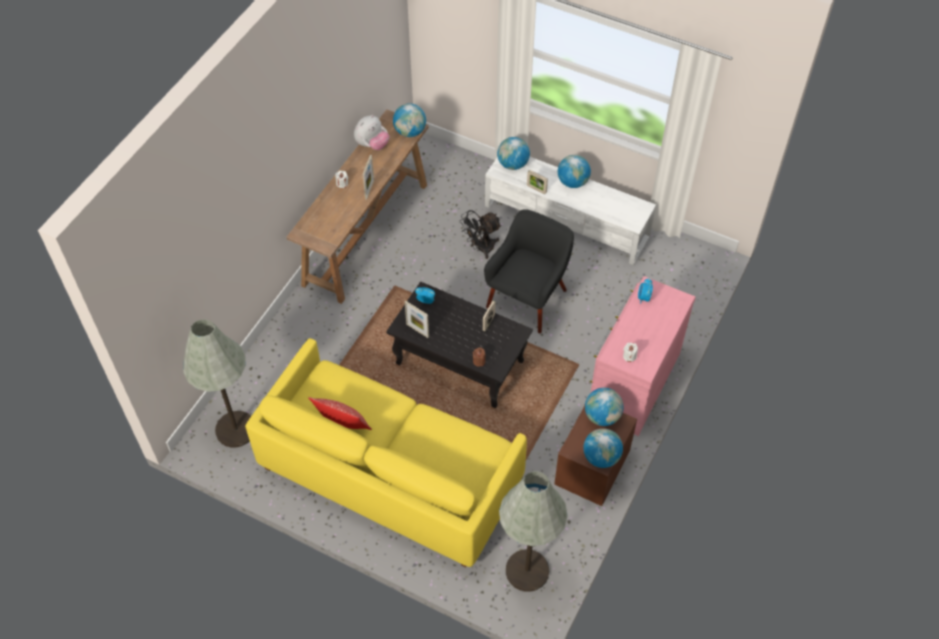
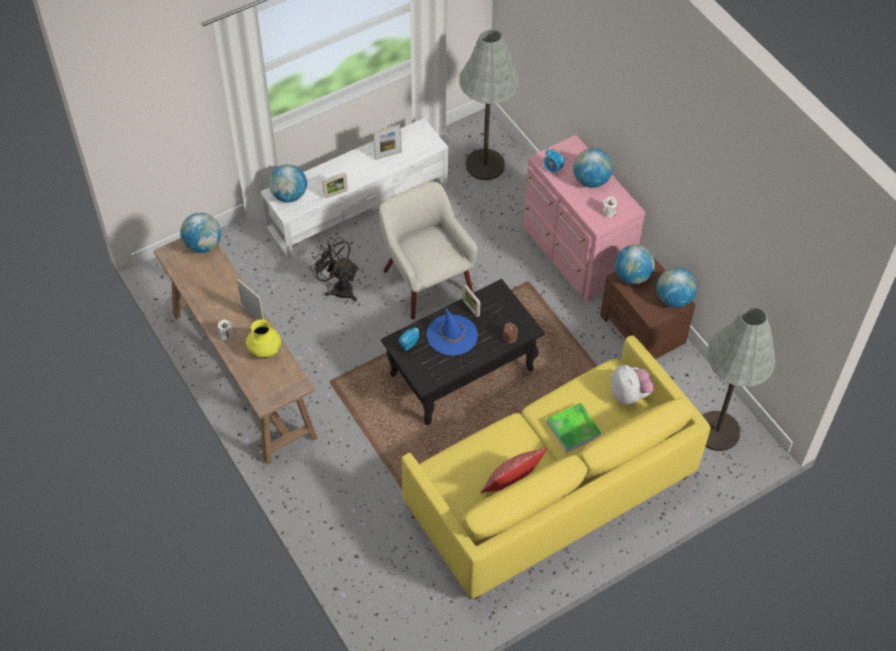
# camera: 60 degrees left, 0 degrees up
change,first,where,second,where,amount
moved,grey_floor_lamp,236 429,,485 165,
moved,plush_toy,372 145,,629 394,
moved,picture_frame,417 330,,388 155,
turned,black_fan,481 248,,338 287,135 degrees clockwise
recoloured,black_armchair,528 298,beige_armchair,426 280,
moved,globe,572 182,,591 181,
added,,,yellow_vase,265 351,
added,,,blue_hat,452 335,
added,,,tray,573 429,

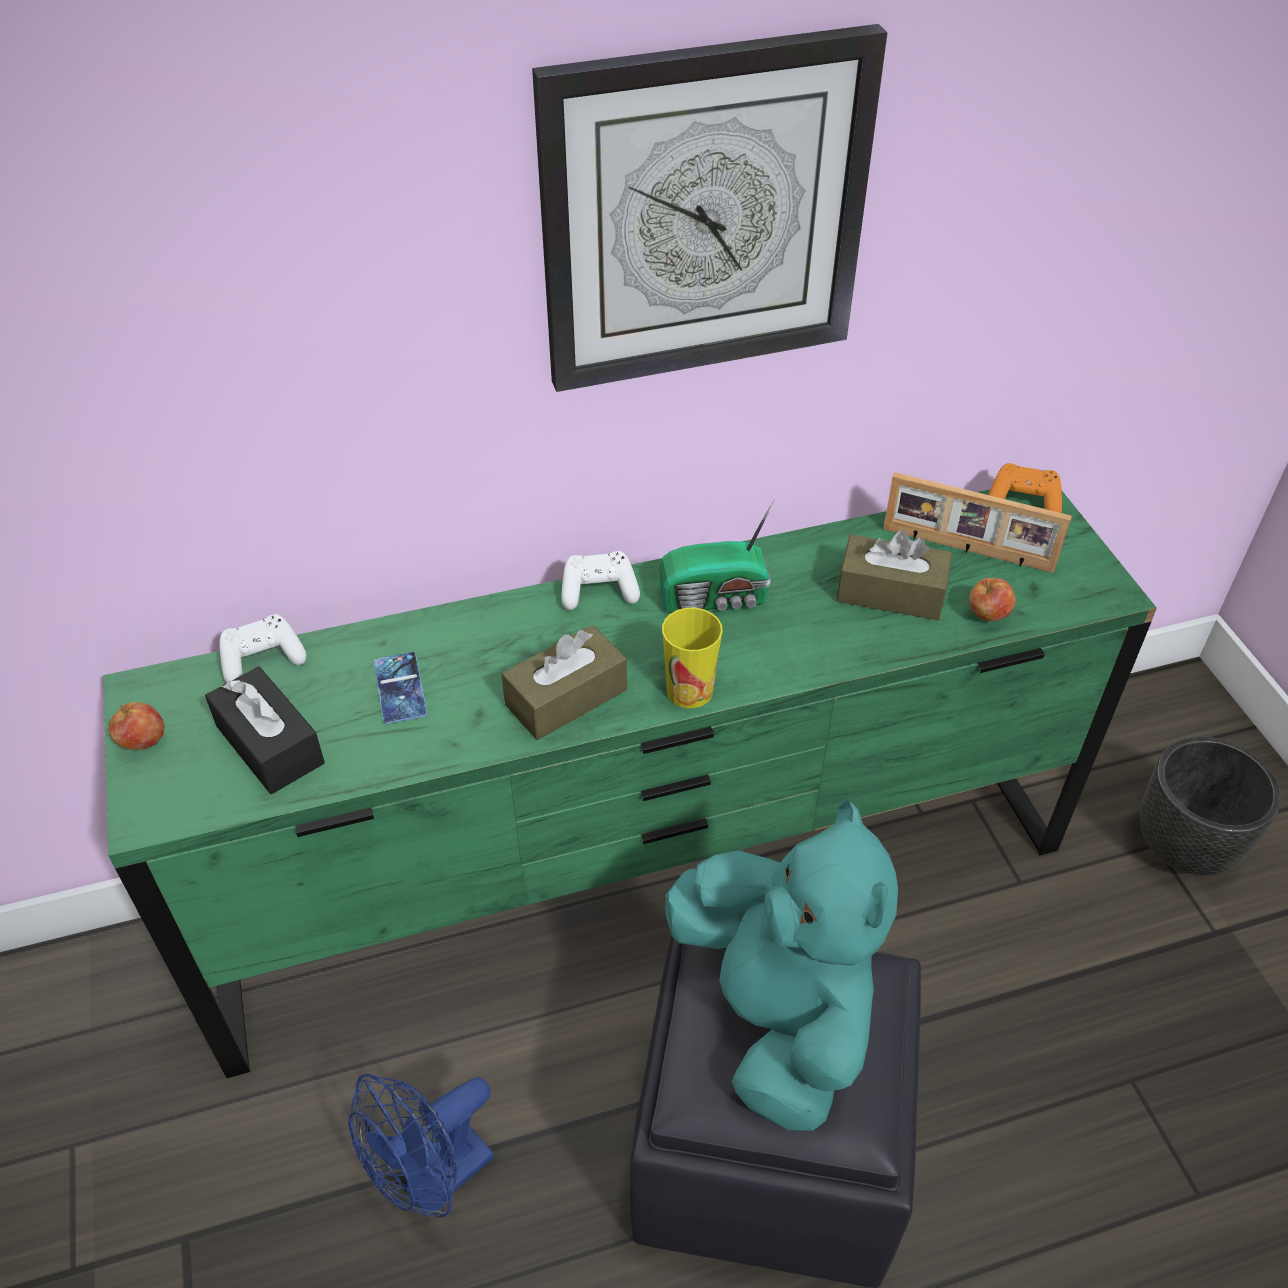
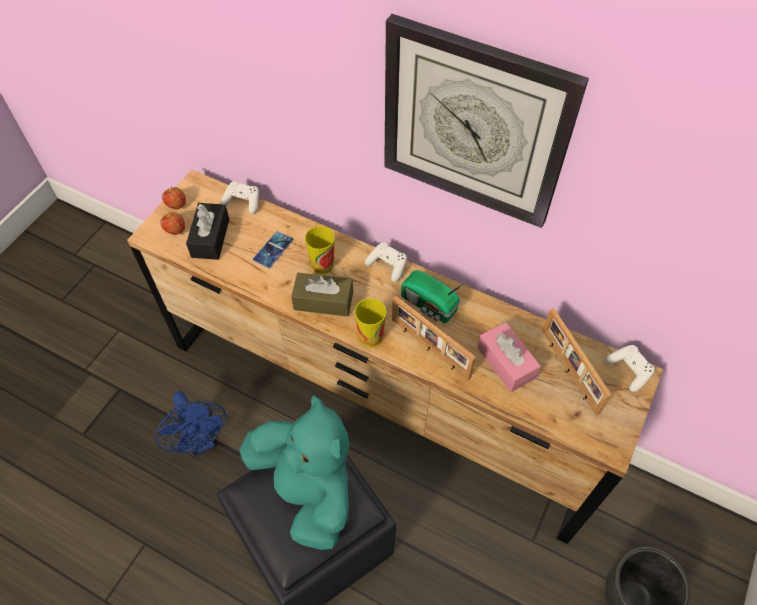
# camera: 45 degrees right, 10 degrees up
change,first,where,second,where,amount
recoloured,green_dresser,643 883,brown_dresser,378 401,
turned,blue_fan,434 1181,,200 441,120 degrees counterclockwise
turned,turquoise_plush_toy,775 1013,,307 490,60 degrees counterclockwise
recoloured,brown_tissue_box,890 593,pink_tissue_box,506 362,
moved,apple,987 616,,175 230,
recoloured,orange_game_controller,1023 502,white_game_controller,629 370,
added,,,cup,322 264,
added,,,picture_frame,429 348,

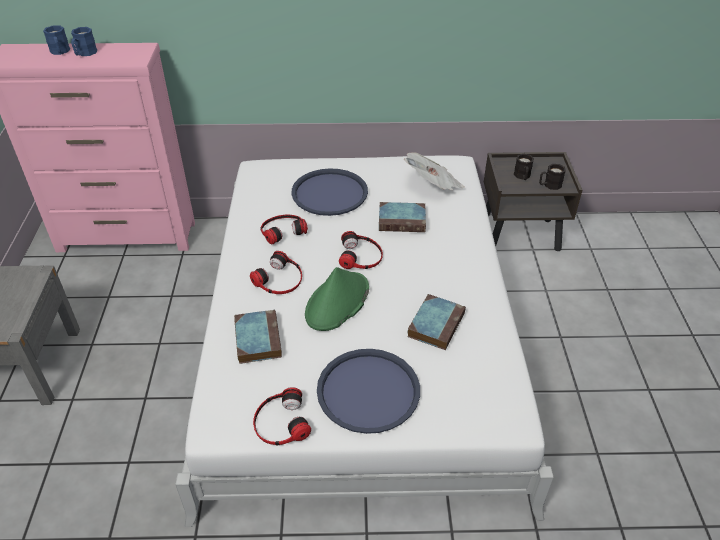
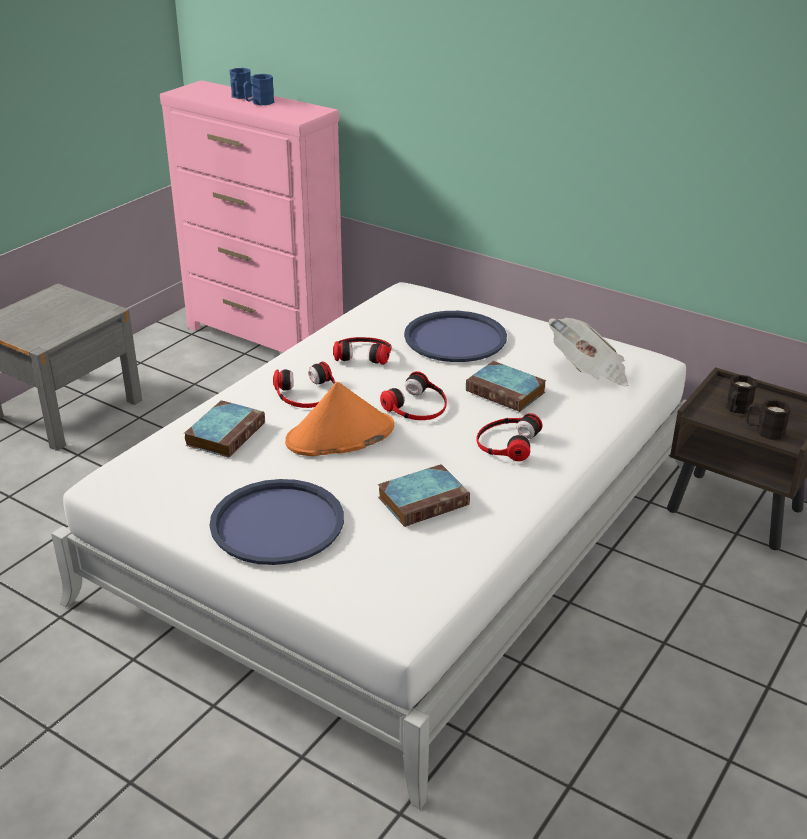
# camera: 35 degrees right, 10 degrees down
change,first,where,second,where,amount
moved,headphones,280 422,,506 442,
recoloured,green_hat,337 302,orange_hat,340 435,

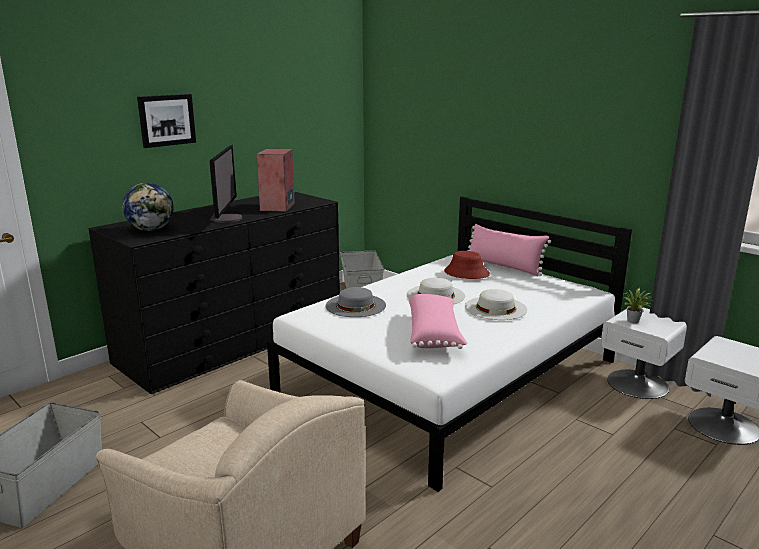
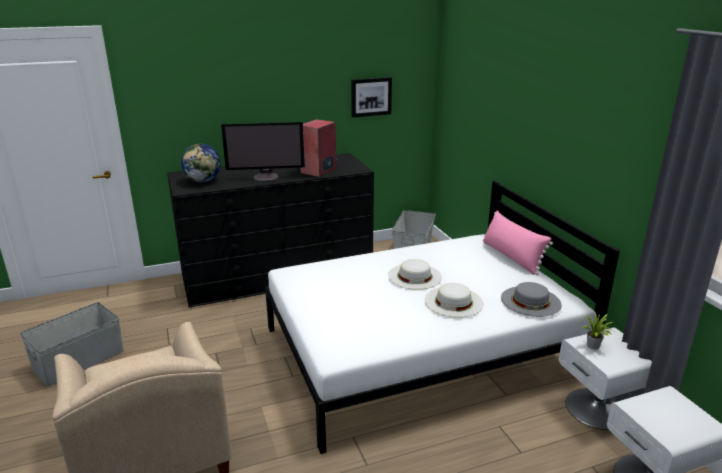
# camera: 25 degrees right, 5 degrees up
change,first,where,second,where,amount
moved,picture,166 120,,371 96,
turned,monitor,226 218,,266 177,60 degrees clockwise
moved,grey_hat,355 305,,530 301,
removed,pink_pillow,434 334,,,
removed,red_hat,466 273,,,

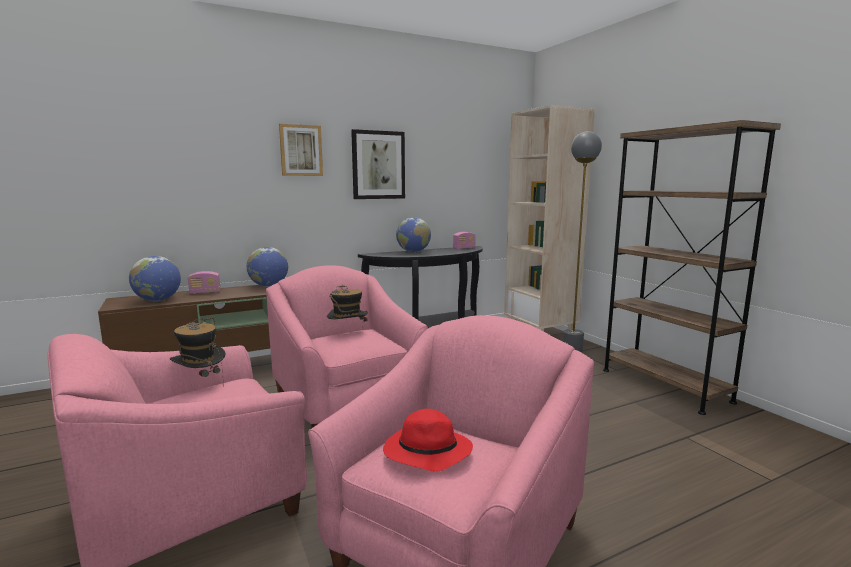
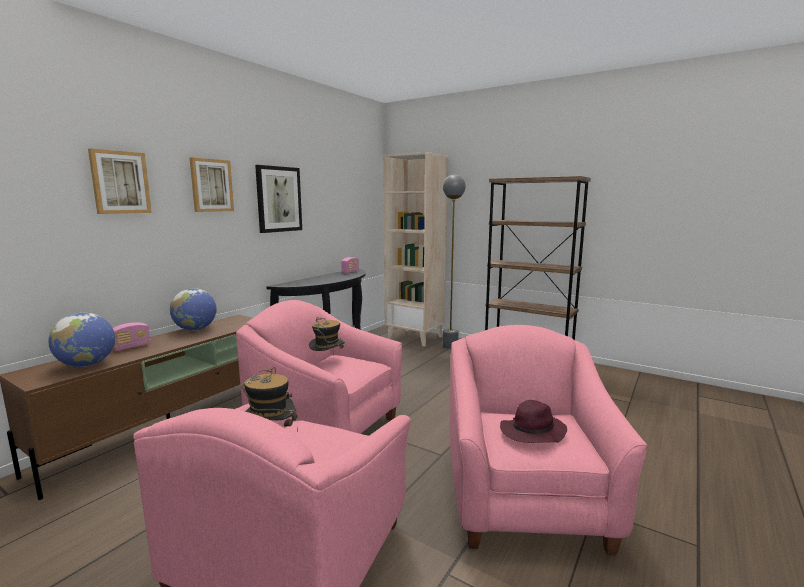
# camera: 30 degrees left, 0 degrees up
change,first,where,second,where,amount
recoloured,red_hat,426 453,purple_hat,532 433,
removed,globe,413 252,,,
added,,,picture,120 182,

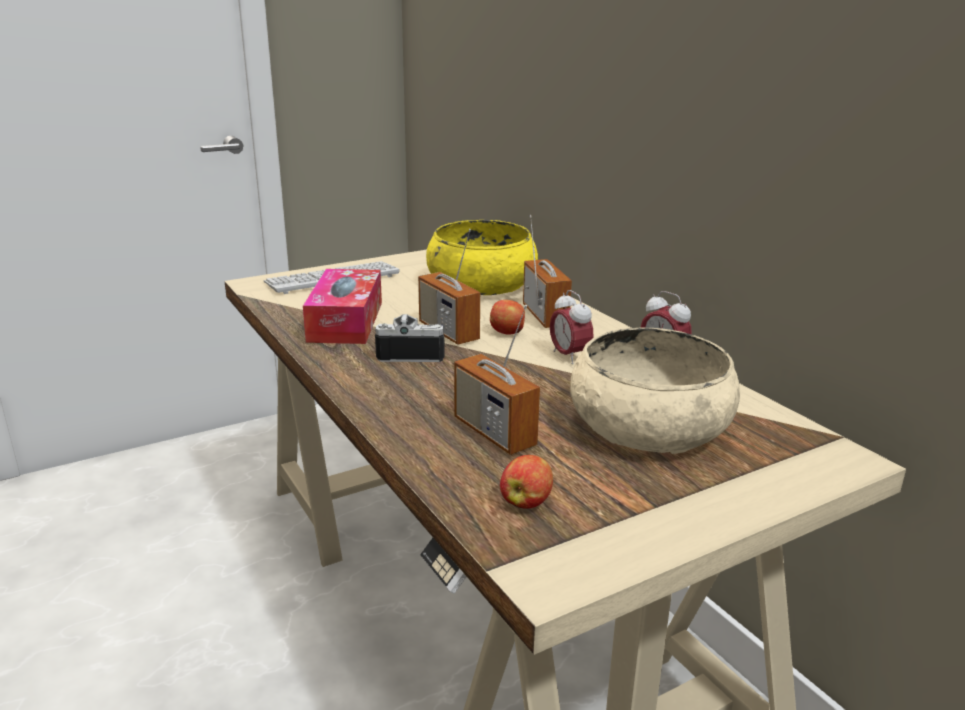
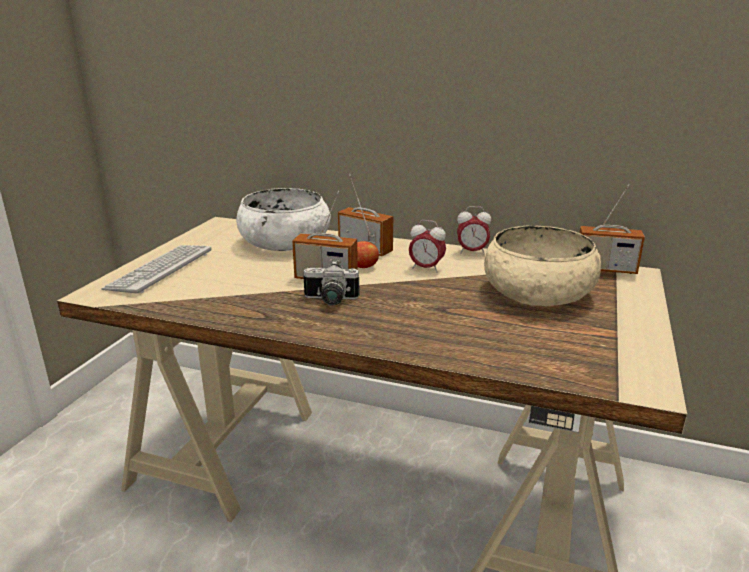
# camera: 40 degrees left, 0 degrees up
change,first,where,second,where,amount
removed,tissue_box,346 321,,,
turned,photo_camera,411 353,,330 301,135 degrees counterclockwise
recoloured,yellow_bowl,482 284,white_bowl,284 241,
moved,radio,494 432,,605 269,
removed,apple,526 502,,,

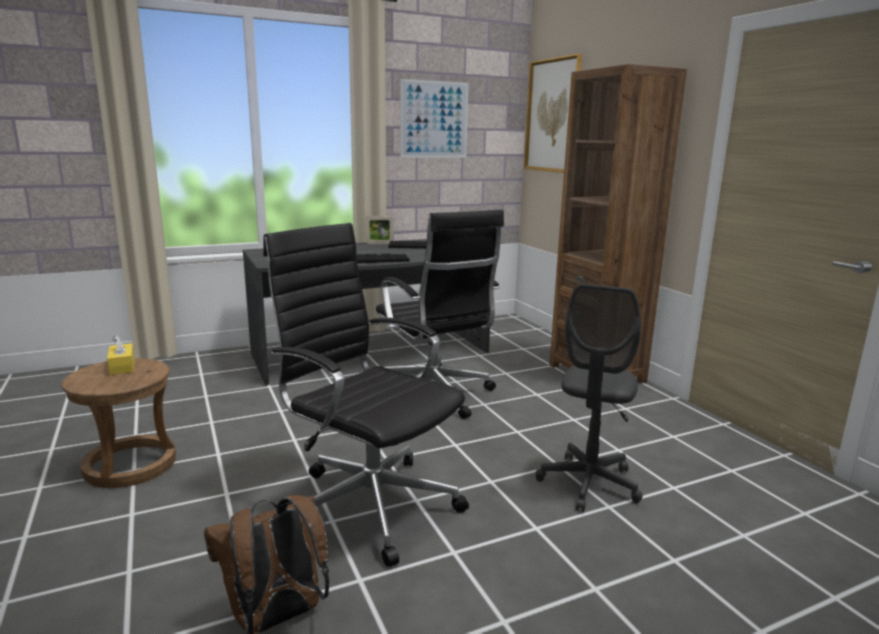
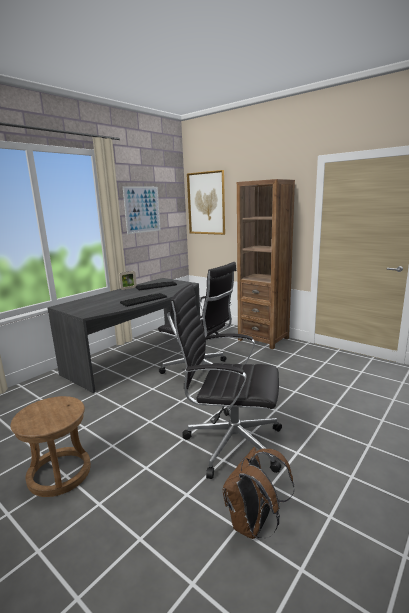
# camera: 25 degrees left, 0 degrees up
change,first,where,second,where,amount
removed,yellow_tissue_box,122 366,,,
removed,grey_office_chair,588 483,,,

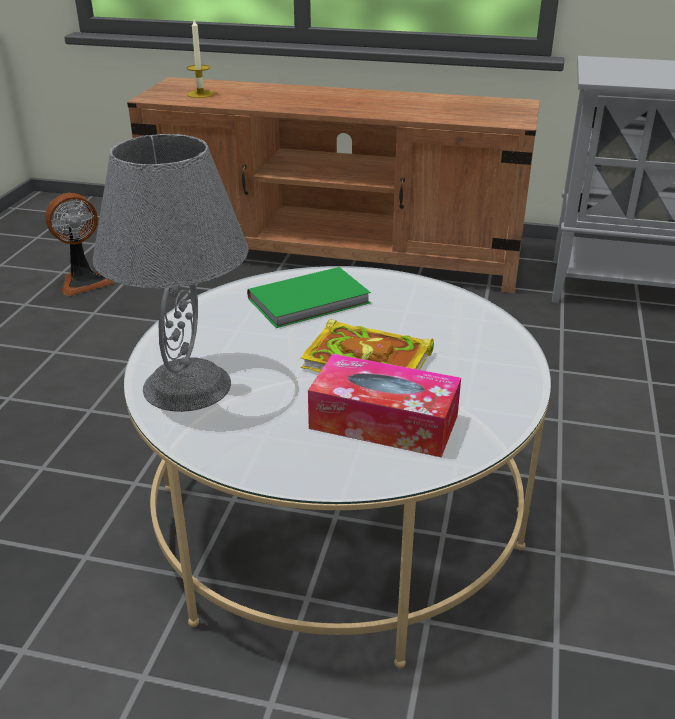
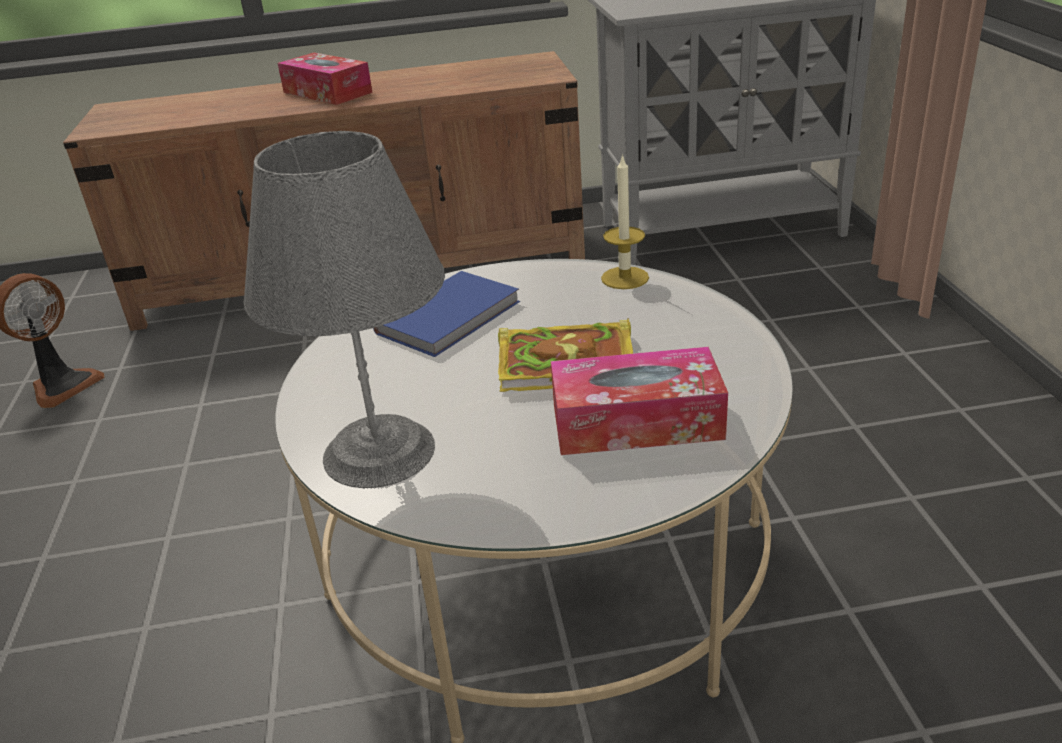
# camera: 20 degrees left, 0 degrees up
change,first,where,second,where,amount
moved,candle,200 94,,625 278,
recoloured,green_book,311 301,blue_book,452 317,
added,,,tissue_box,327 92,

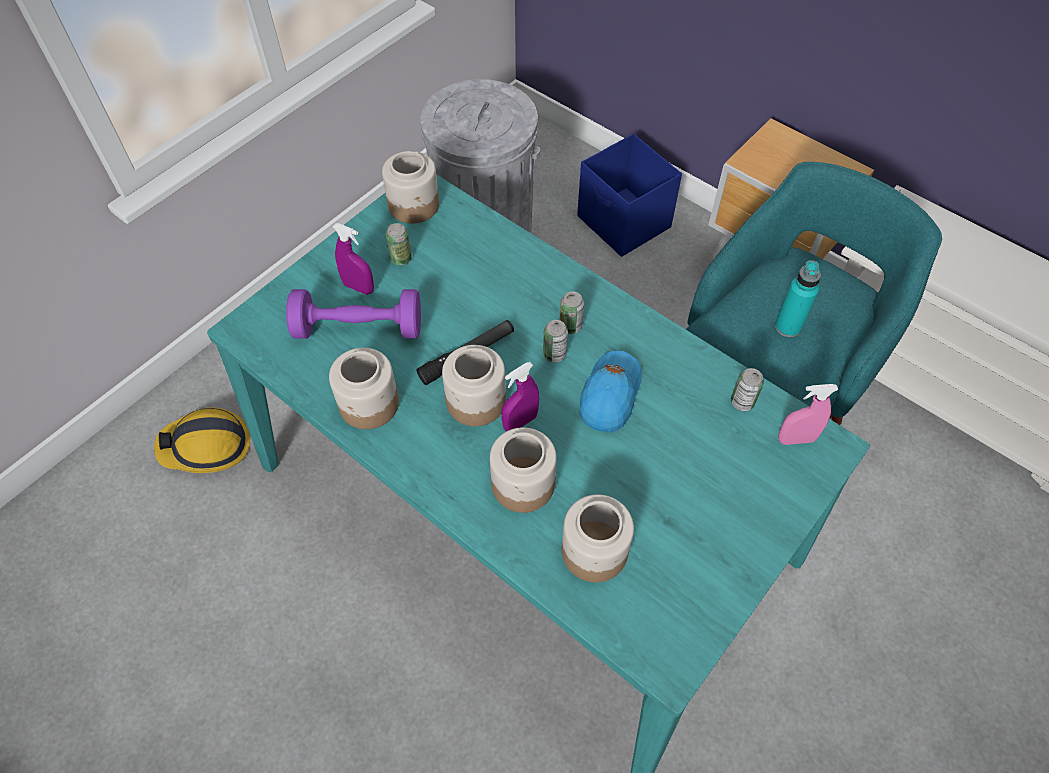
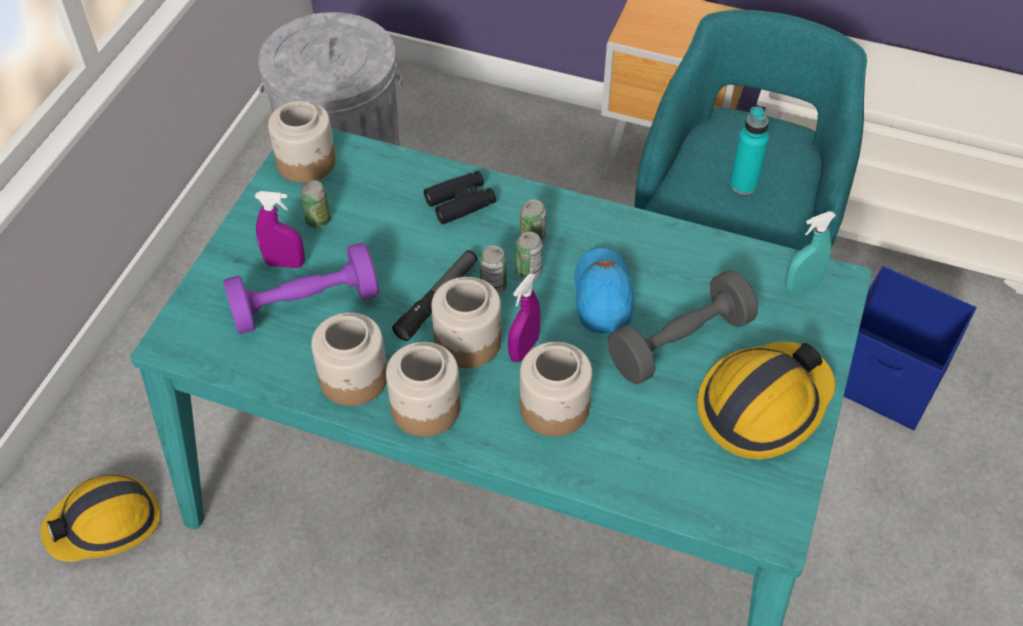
# camera: 20 degrees left, 5 degrees down
change,first,where,second,where,amount
moved,jar,593 551,,424 408,
moved,blue_storage_box,624 223,,886 379,
moved,can,742 402,,493 286,
recoloured,pink_spray_bottle,796 439,turquoise_spray_bottle,802 285,
added,,,black_binoculars,460 203,
added,,,grey_dumbbell,680 343,
added,,,hard_hat,763 406,

